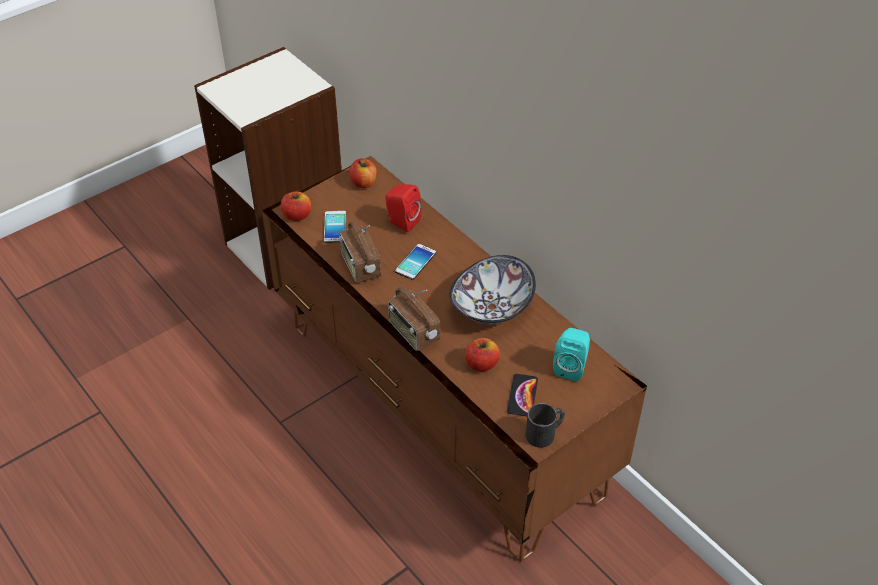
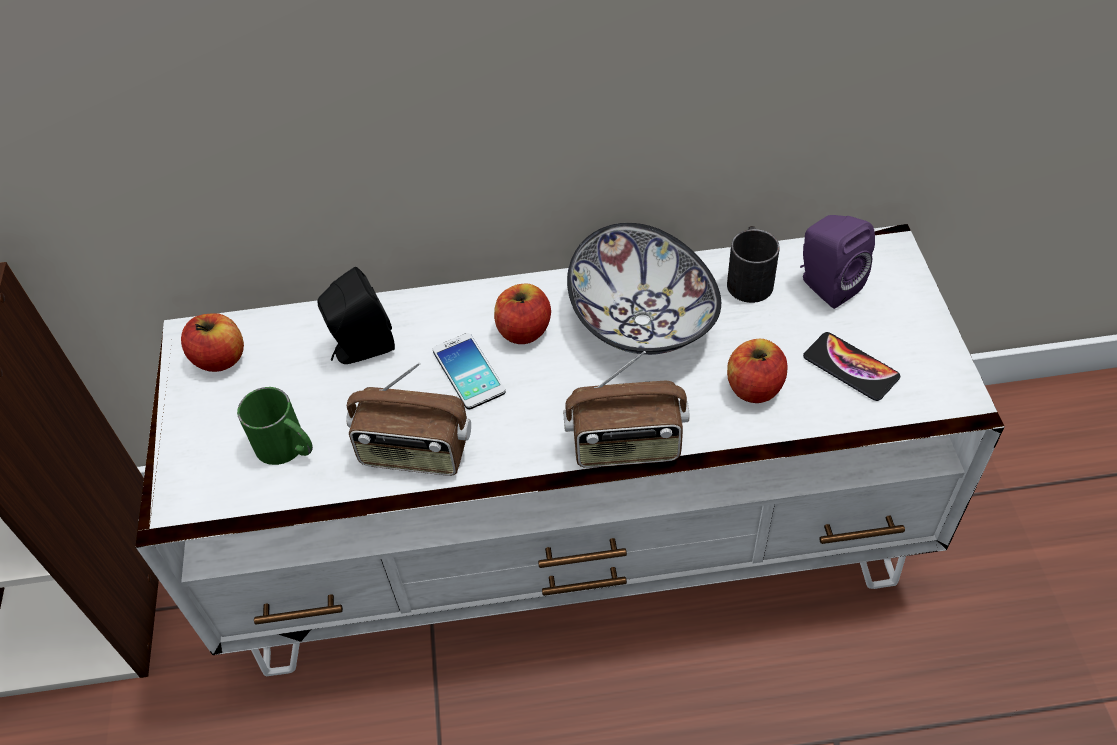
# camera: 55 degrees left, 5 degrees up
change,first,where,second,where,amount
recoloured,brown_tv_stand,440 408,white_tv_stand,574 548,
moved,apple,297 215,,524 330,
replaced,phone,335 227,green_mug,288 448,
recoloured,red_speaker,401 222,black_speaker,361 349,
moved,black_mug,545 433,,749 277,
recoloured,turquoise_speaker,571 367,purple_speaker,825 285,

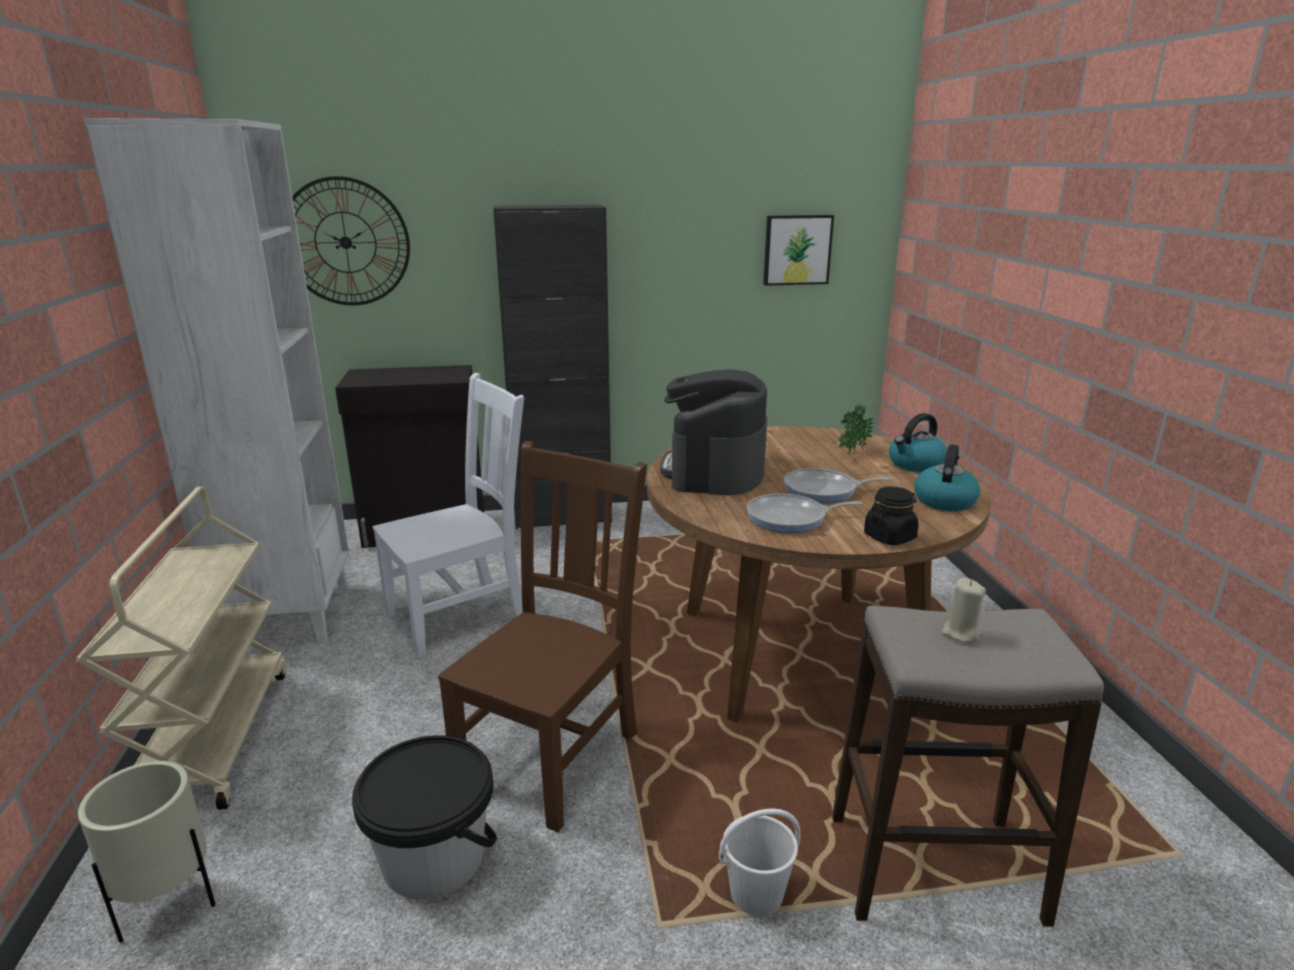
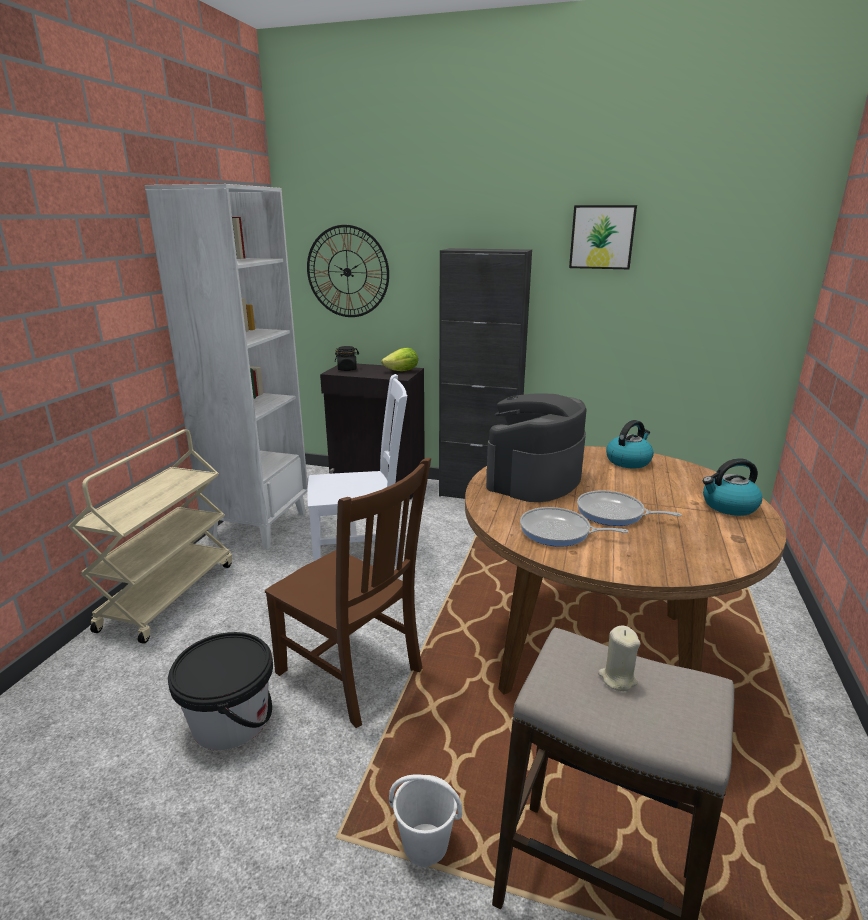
# camera: 25 degrees right, 0 degrees up
change,first,where,second,where,amount
removed,beige_planter,169 905,,,
turned,brown_chair,552 755,,352 674,75 degrees clockwise
moved,picture,797 250,,602 237,
removed,potted_plant,850 454,,,
moved,black_jar,889 537,,347 369,
moved,kettle,944 501,,628 461,
added,,,lettuce,402 371,

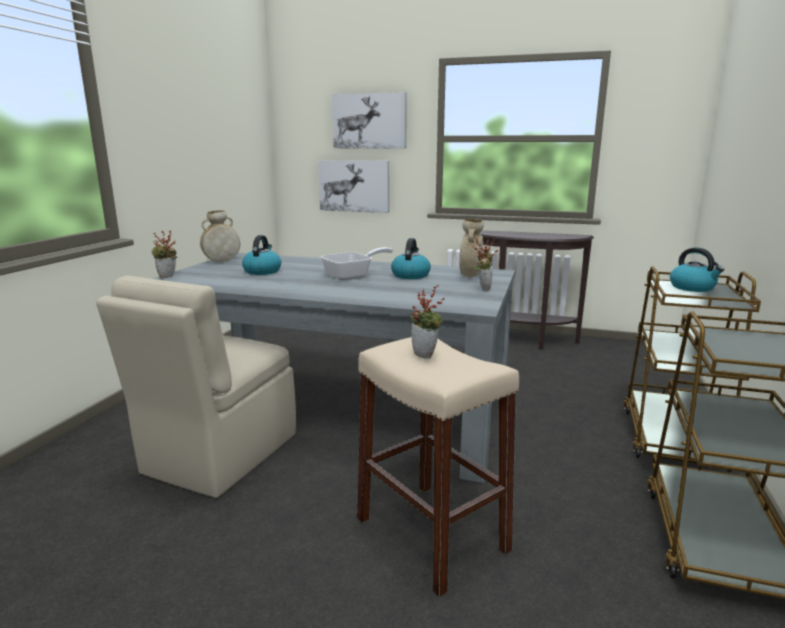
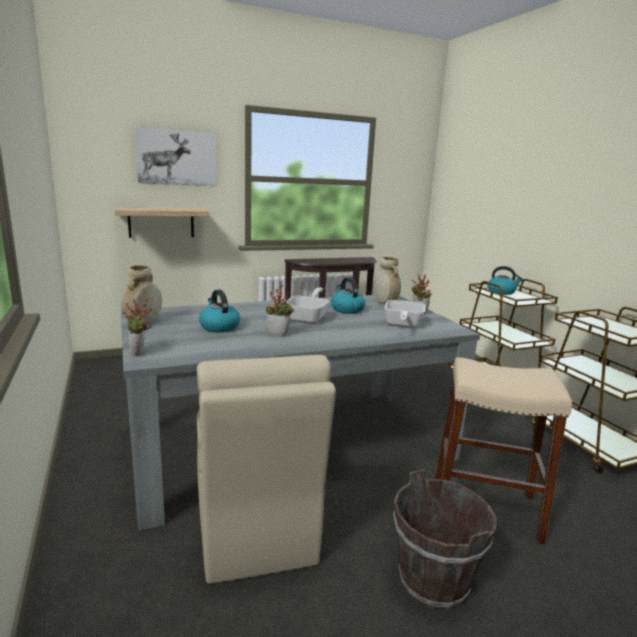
# camera: 40 degrees left, 0 degrees up
change,first,where,second,where,amount
replaced,picture,354 186,shelf,161 222,
moved,potted_plant,426 355,,279 334,
added,,,frying_pan,402 325,
added,,,brown_bucket,432 581,

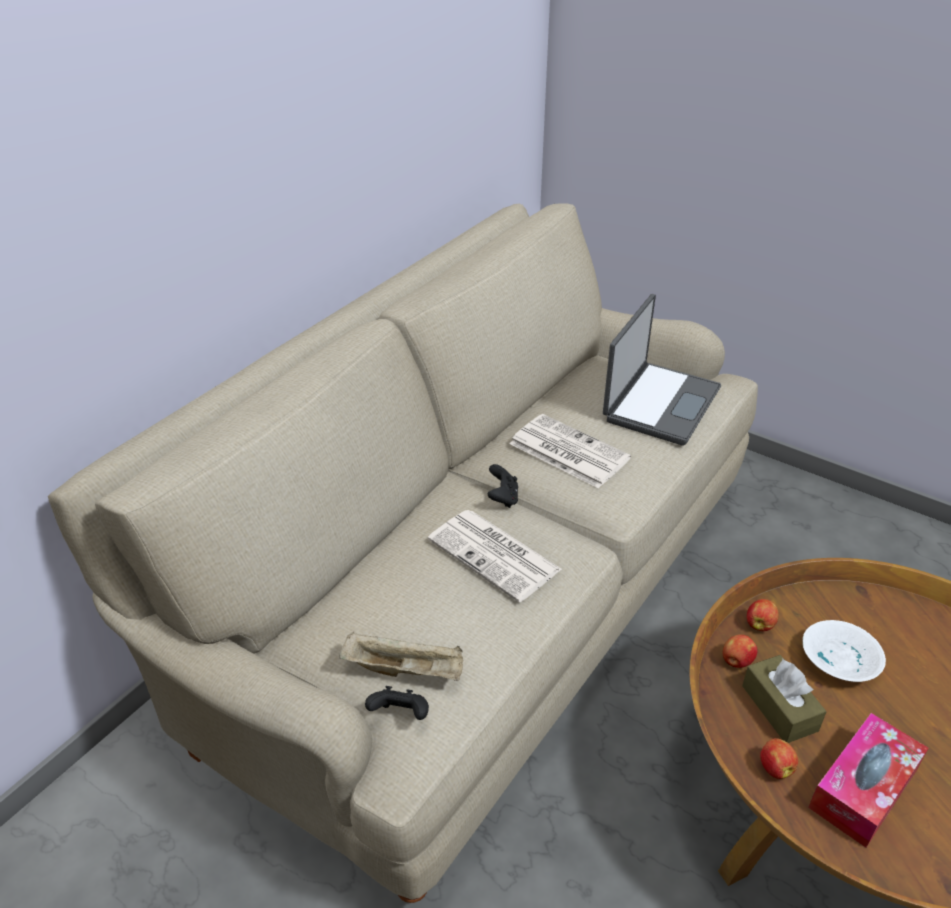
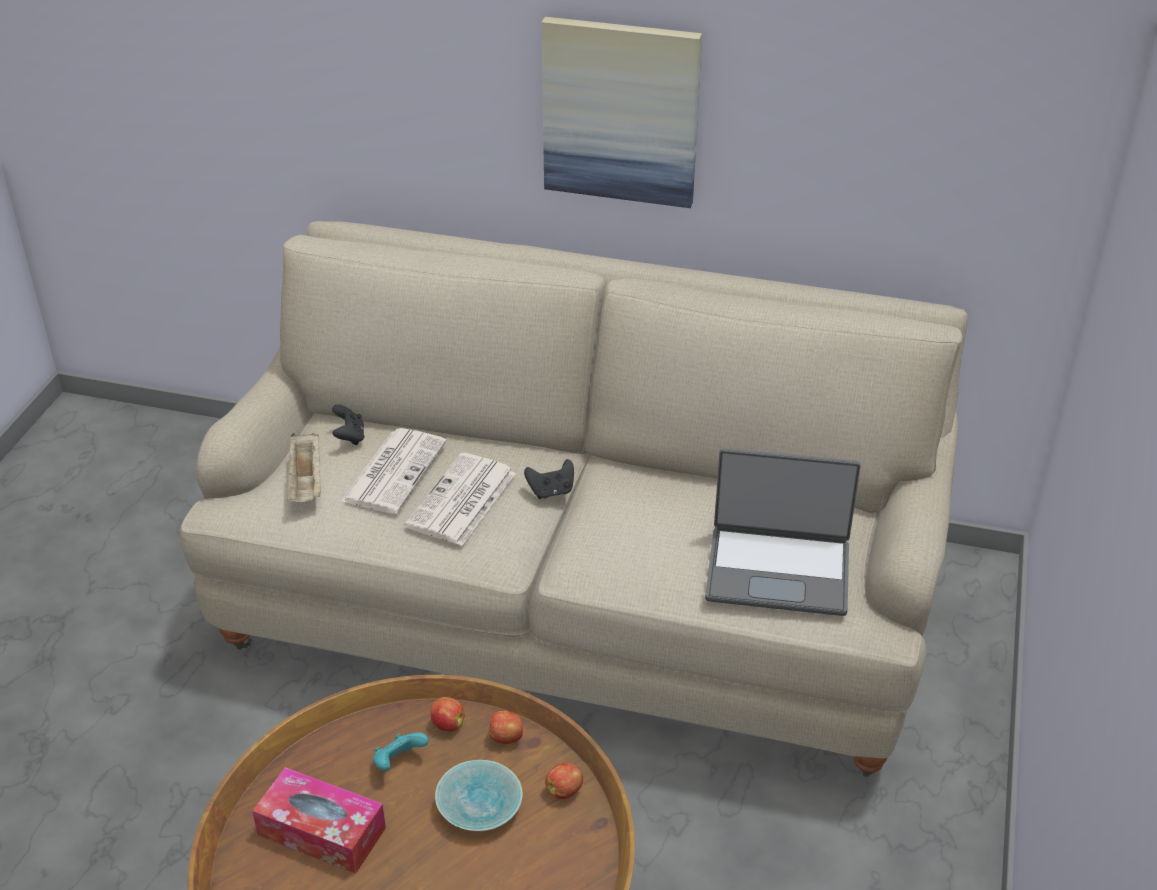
# camera: 70 degrees right, 0 degrees up
change,first,where,second,where,amount
moved,black_game_controller,400 715,,349 437,
moved,newspaper,567 451,,394 470,
replaced,brown_tissue_box,779 708,turquoise_game_controller,398 762,
moved,apple,774 767,,565 791,
recoloured,white_bowl,837 659,turquoise_bowl,481 804,
added,,,picture,621 111,

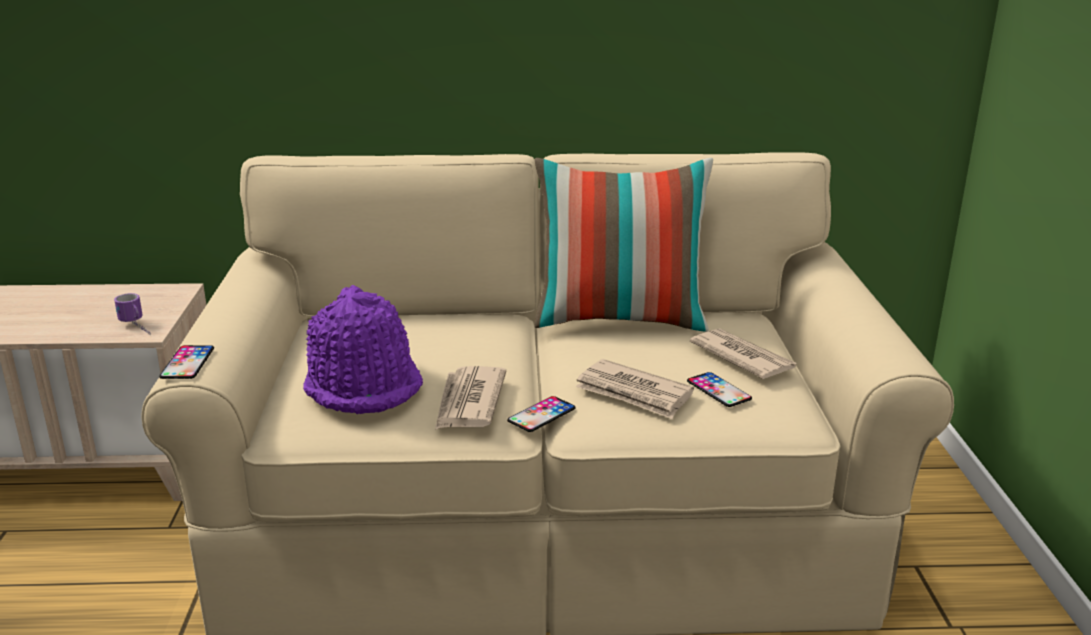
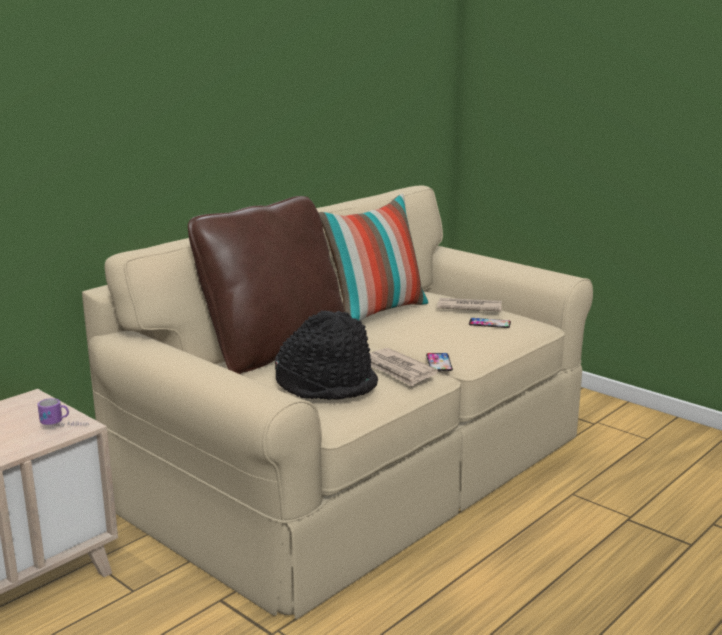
# camera: 45 degrees left, 5 degrees down
change,first,where,second,where,amount
removed,phone,187 363,,,
recoloured,purple_hat,363 386,black_hat,327 385,
removed,newspaper,634 393,,,
added,,,brown_pillow,273 350,

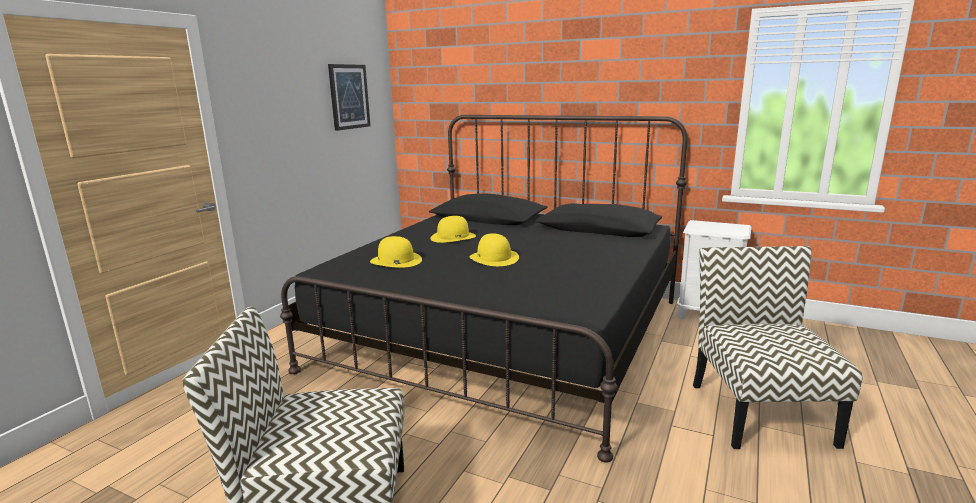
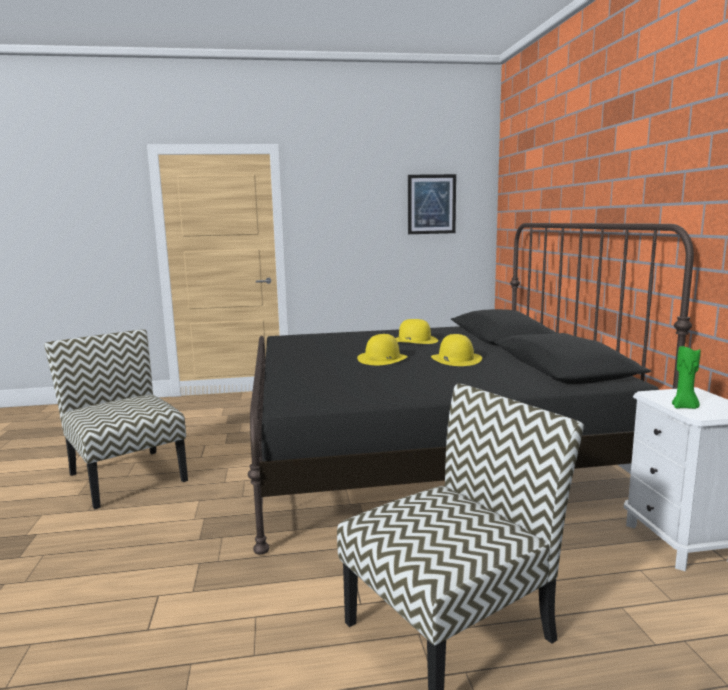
# camera: 55 degrees right, 5 degrees down
change,first,where,second,where,amount
moved,yellow_hat,395 260,,456 359,
added,,,green_candle,684 407,

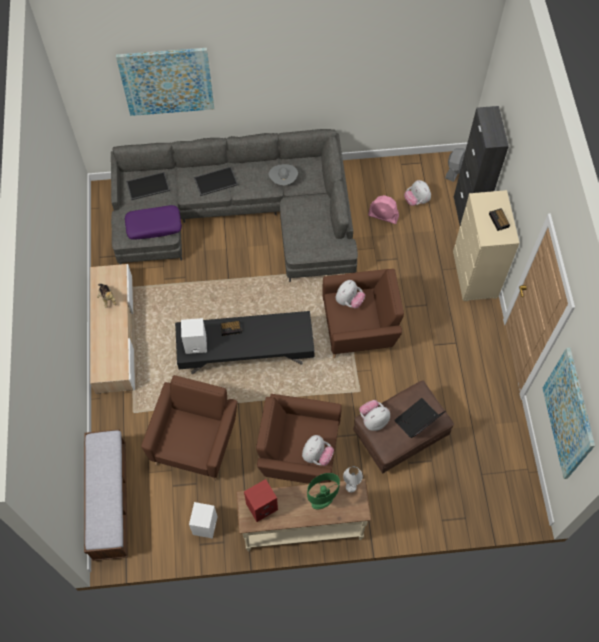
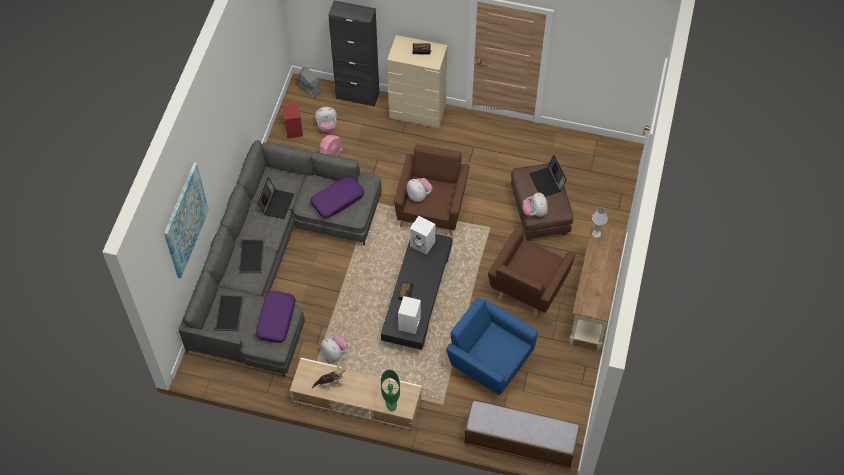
# camera: 70 degrees left, 5 degrees down
change,first,where,second,where,amount
recoloured,brown_armchair,195 442,blue_armchair,489 362,
moved,white_speaker,205 526,,423 244,
moved,red_speaker,262 506,,293 130,
replaced,grey_hat,283 180,laptop,276 203,
moved,plush_toy,317 455,,334 353,
moved,green_table_lamp,322 501,,391 402,
removed,picture,569 414,,,
added,,,purple_pillow,337 199,

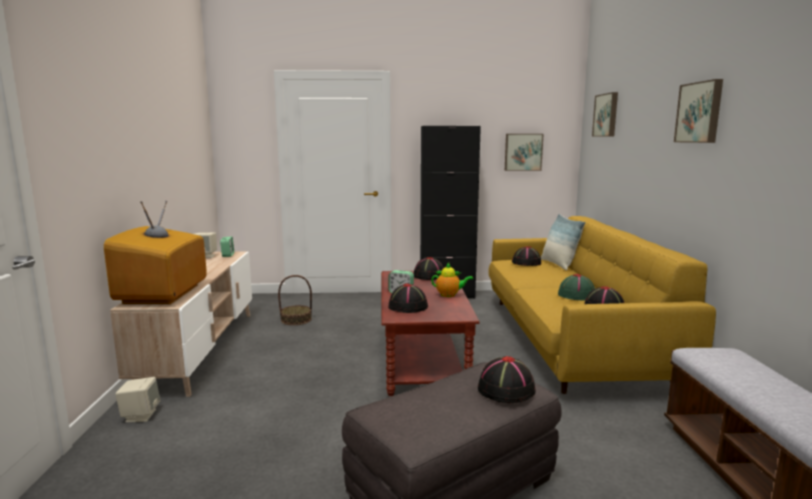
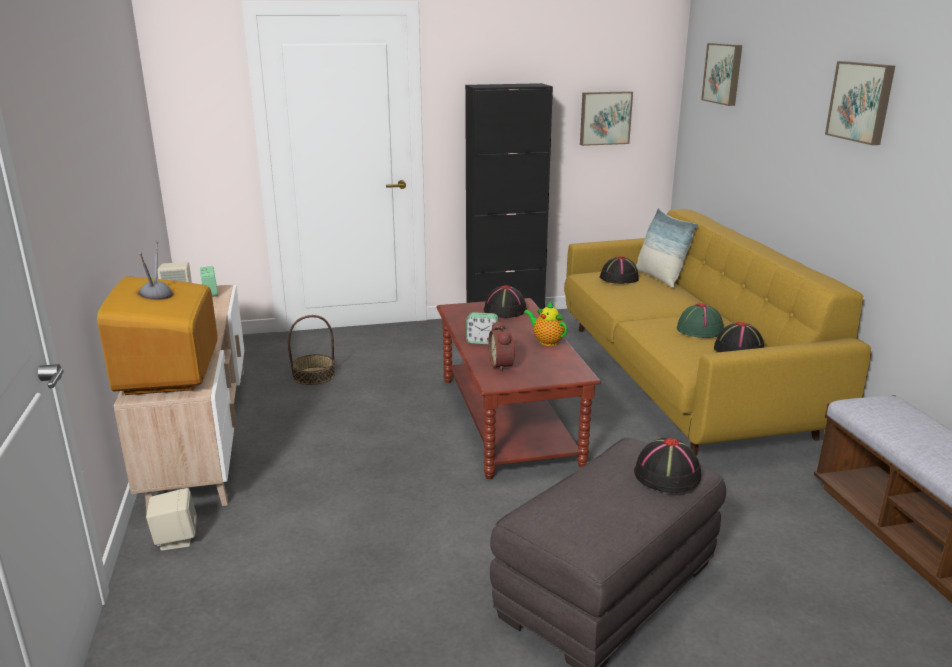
# camera: 10 degrees left, 10 degrees up
change,first,where,second,where,amount
replaced,black_hat,408 307,alarm_clock,503 365,
turned,teapot,449 295,,546 341,135 degrees counterclockwise

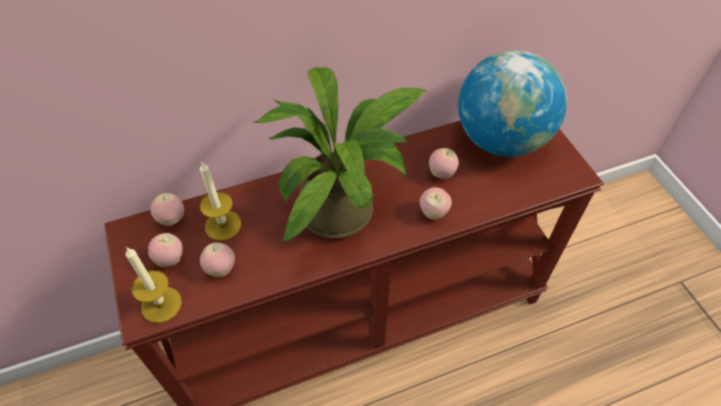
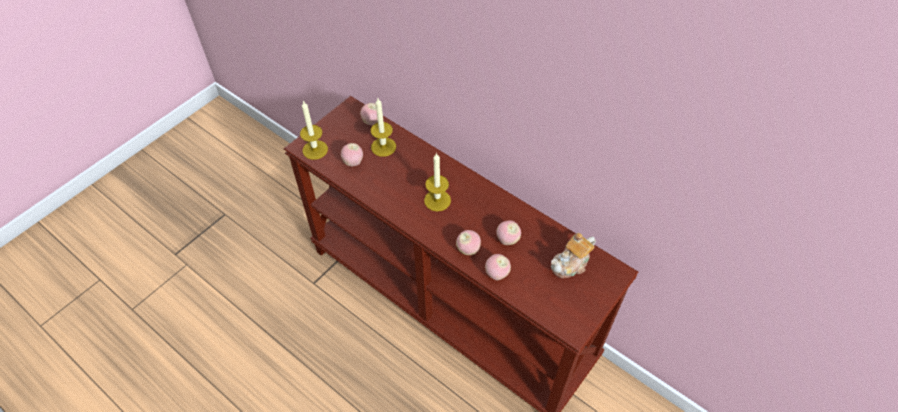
# camera: 60 degrees right, 0 degrees up
change,first,where,second,where,amount
moved,apple,170 259,,496 274,
replaced,potted_plant,346 209,candle,437 200,
replaced,globe,501 139,teapot,571 264,

